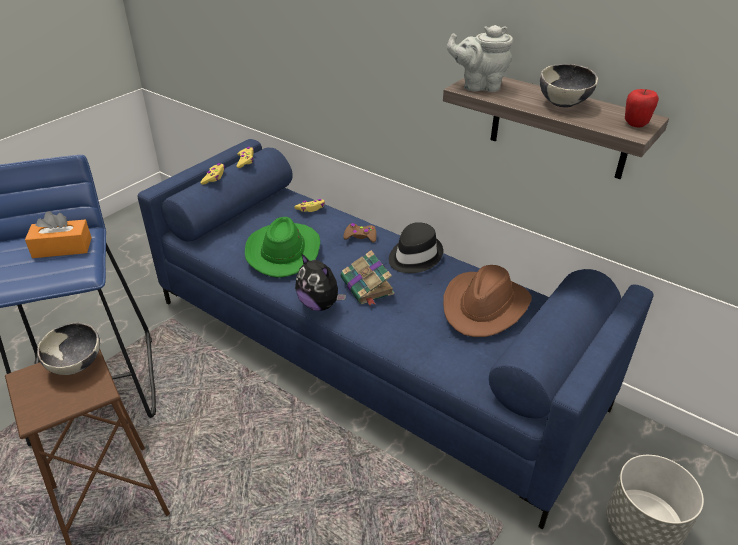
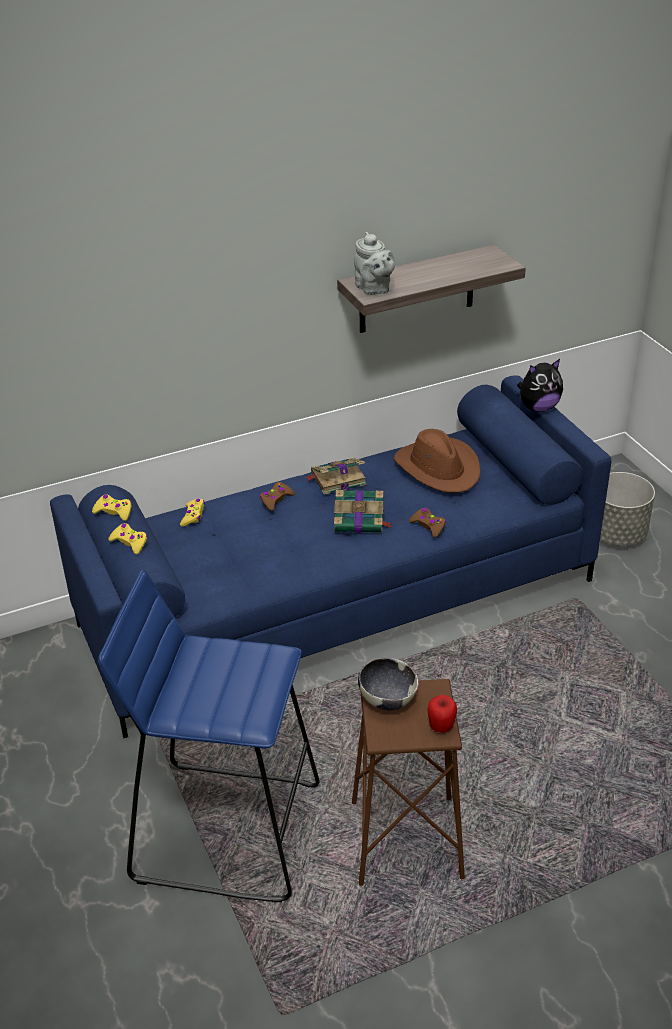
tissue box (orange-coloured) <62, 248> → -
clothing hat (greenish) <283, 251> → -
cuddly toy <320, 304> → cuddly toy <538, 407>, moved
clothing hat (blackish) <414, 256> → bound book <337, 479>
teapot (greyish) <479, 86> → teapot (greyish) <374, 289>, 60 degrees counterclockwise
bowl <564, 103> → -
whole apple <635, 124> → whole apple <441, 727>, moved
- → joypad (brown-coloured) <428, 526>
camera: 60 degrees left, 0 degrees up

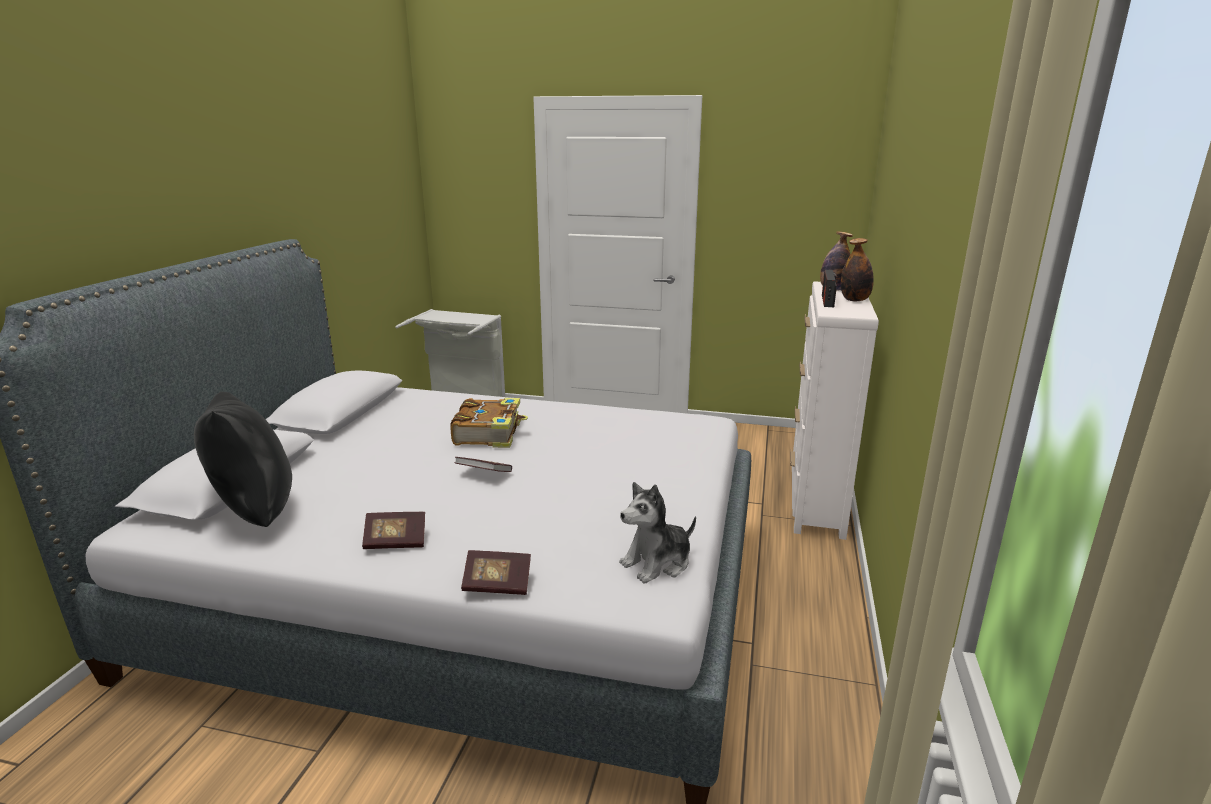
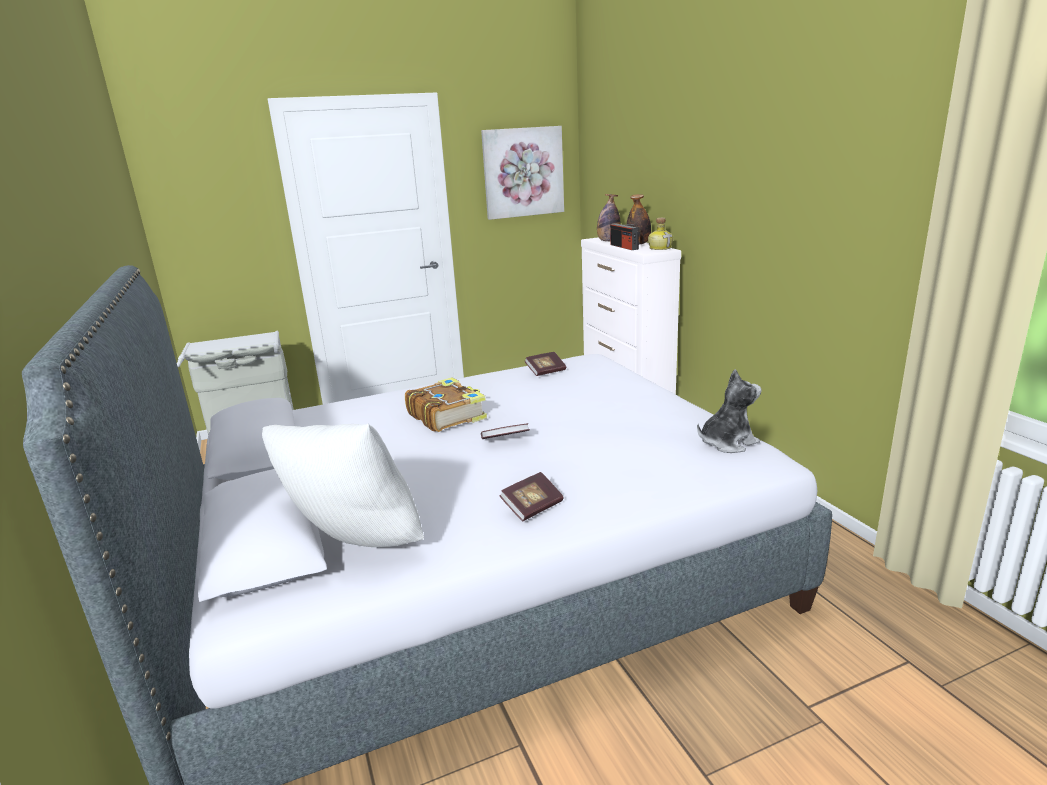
throw pillow (blackish) <253, 514> → throw pillow (white-coloured) <354, 547>
bound book <497, 584> → bound book <546, 371>, moved
cuddly toy <657, 563> → cuddly toy <727, 443>, 135 degrees counterclockwise
- → wall art <523, 172>
- → beverage bottle <660, 248>
camera: 35 degrees left, 0 degrees up

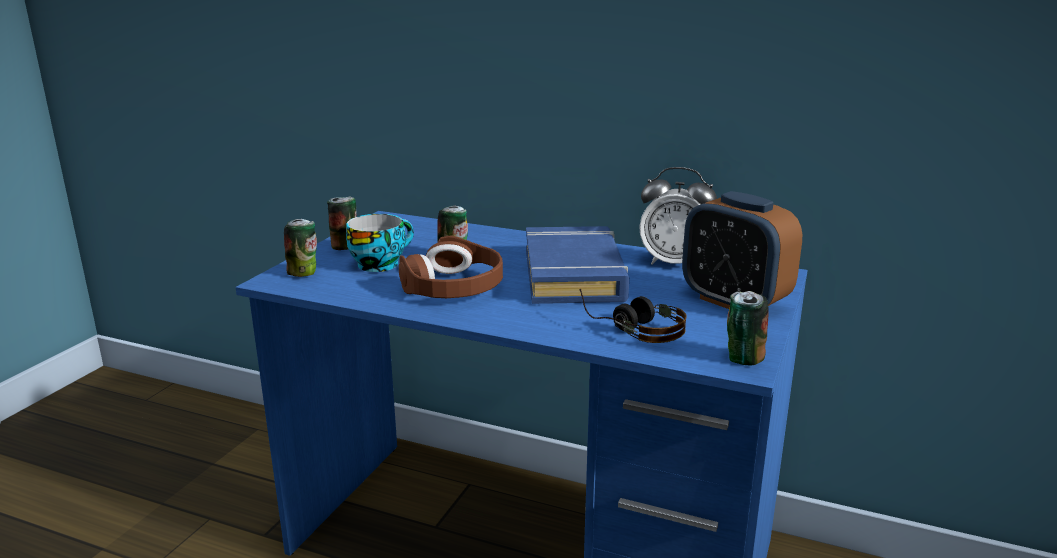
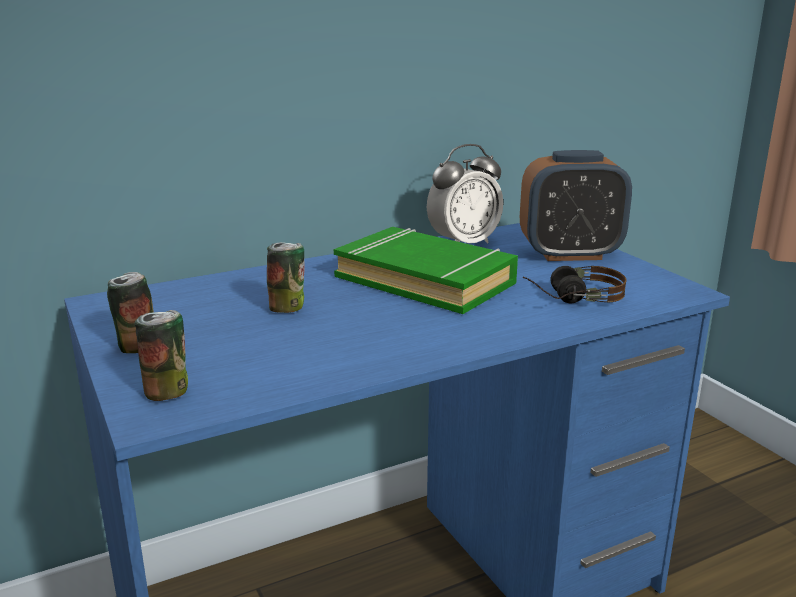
small cup <380, 263> → -
headphones (brown-coloured) <454, 286> → -
bound book (blue) <574, 275> → bound book (greenish) <425, 280>
can <743, 358> → -
camera: 50 degrees left, 0 degrees up

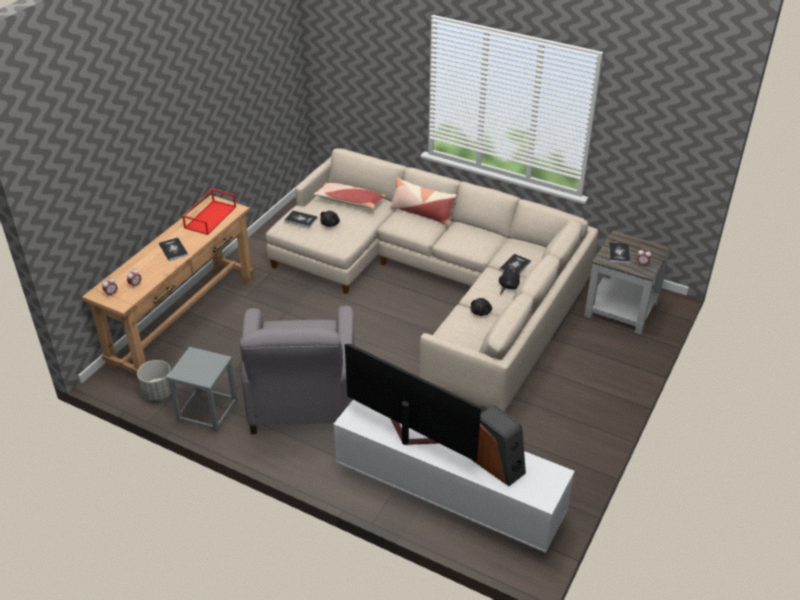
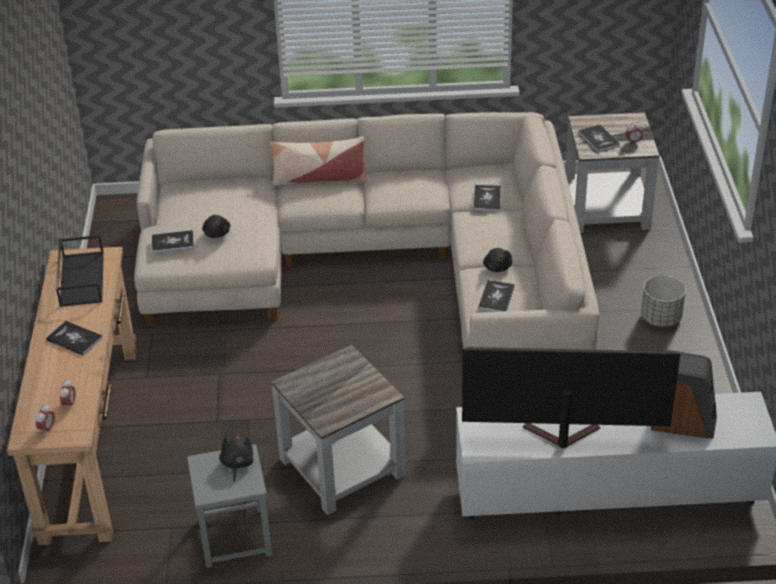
flower pot (greyish) <159, 393> → flower pot (greyish) <661, 318>, moved
serving tray (red) <210, 217> → serving tray (blackish) <81, 278>
easy chair (greyish) <302, 400> → end table (greyish) <342, 468>
throw pillow <349, 202> → -
cuddly toy (blackish) <508, 287> → cuddly toy (blackish) <237, 464>, moved
- → bound book <496, 297>
camera: 30 degrees left, 0 degrees up

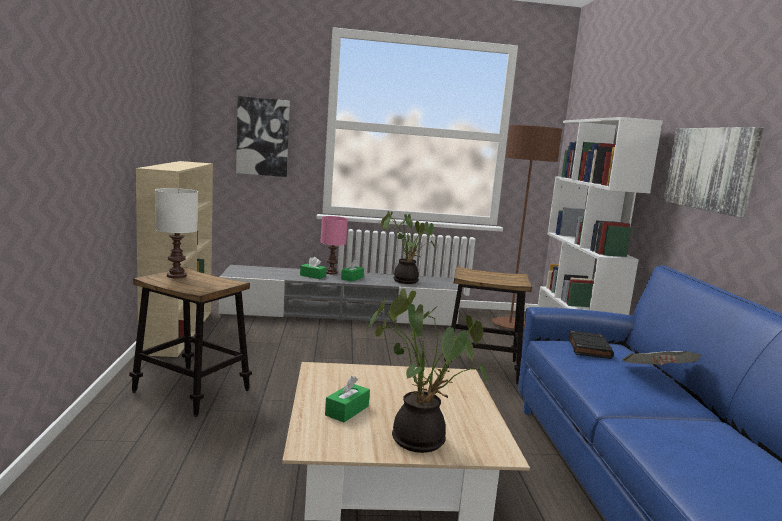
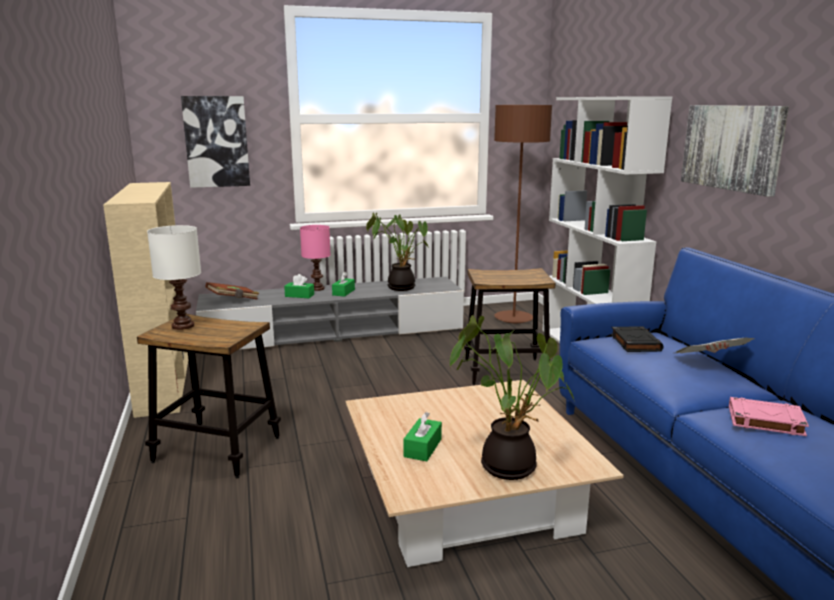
- → bound book (brown-coloured) <233, 300>
- → bound book (pink-coloured) <764, 421>
camera: 10 degrees left, 5 degrees up

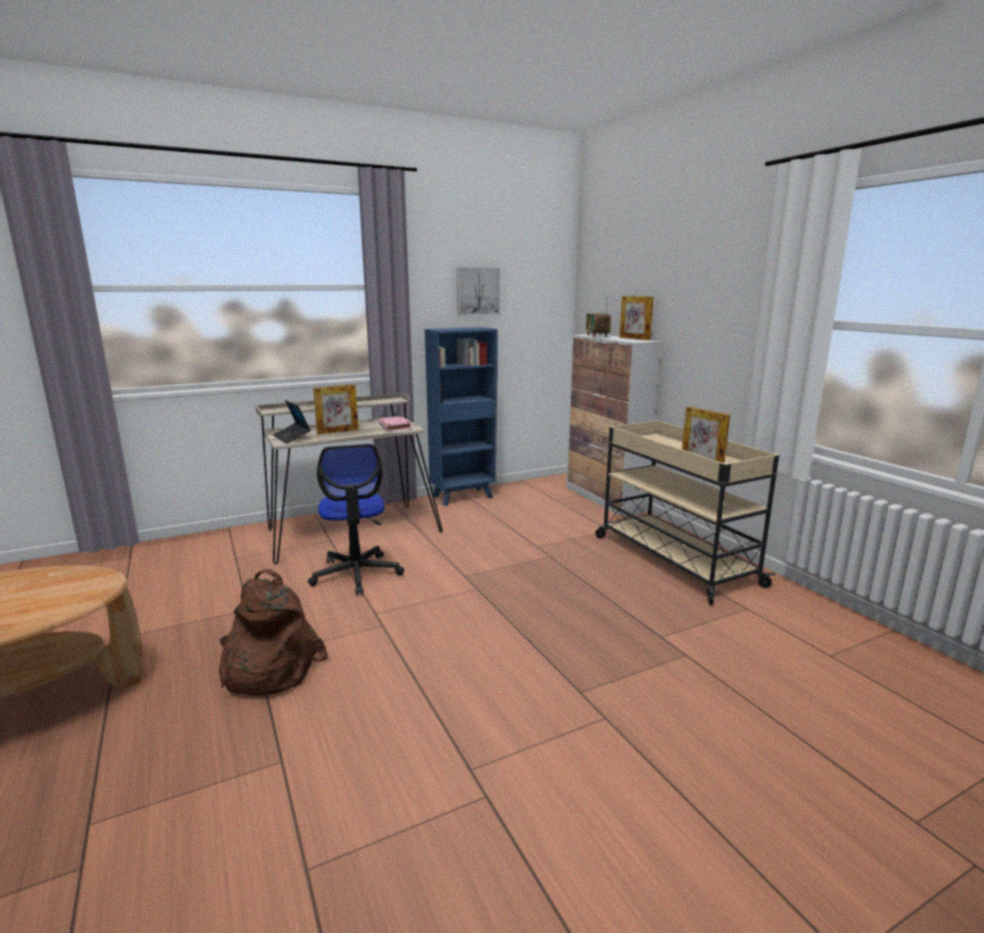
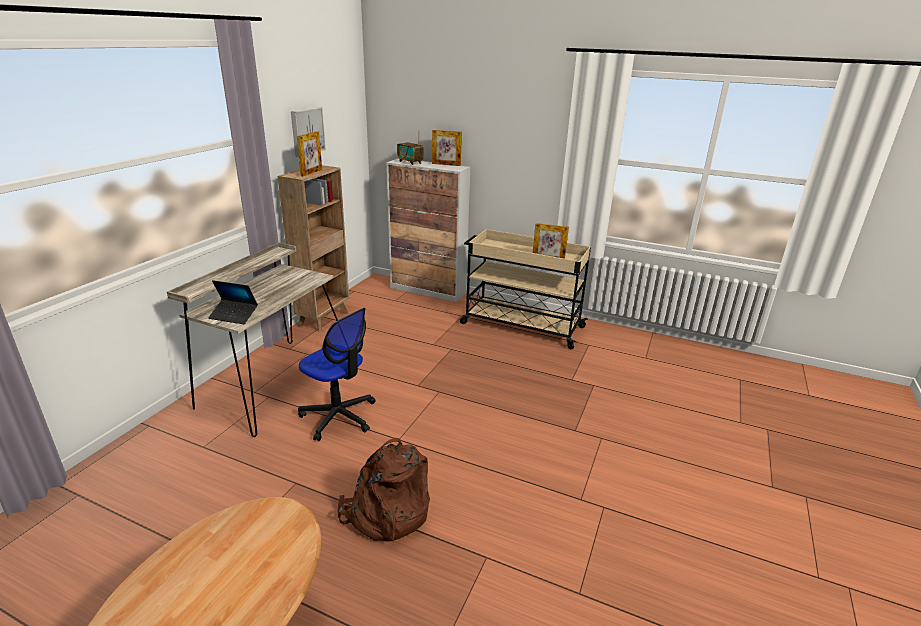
picture frame <338, 431> → picture frame <311, 172>, moved
bound book (pink-coloured) <395, 426> → -
shelving unit (blue) <464, 497> → shelving unit (brown-coloured) <324, 319>
camera: 40 degrees left, 10 degrees up

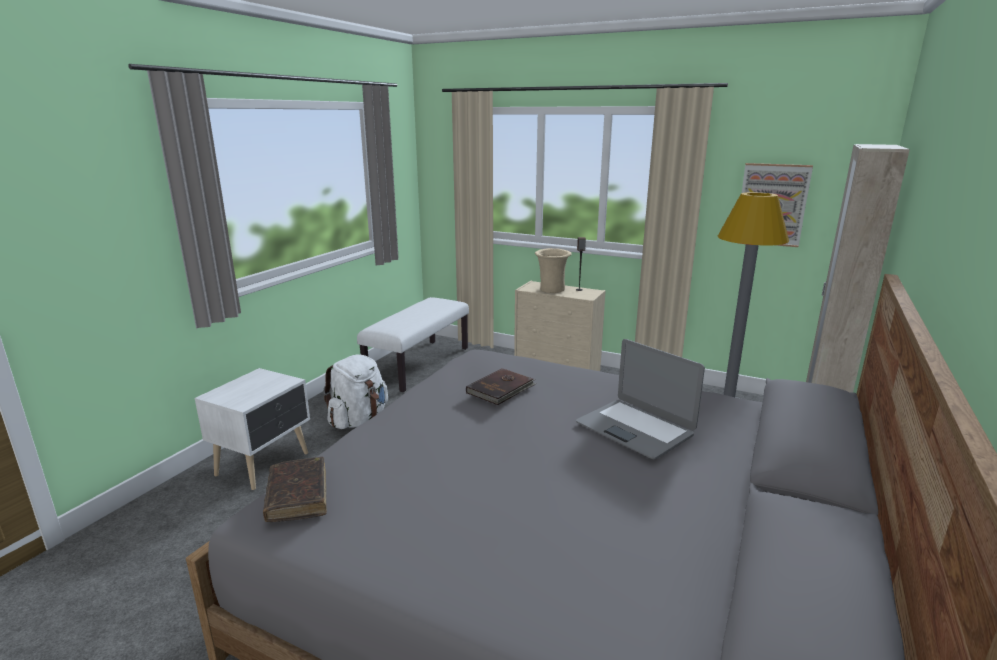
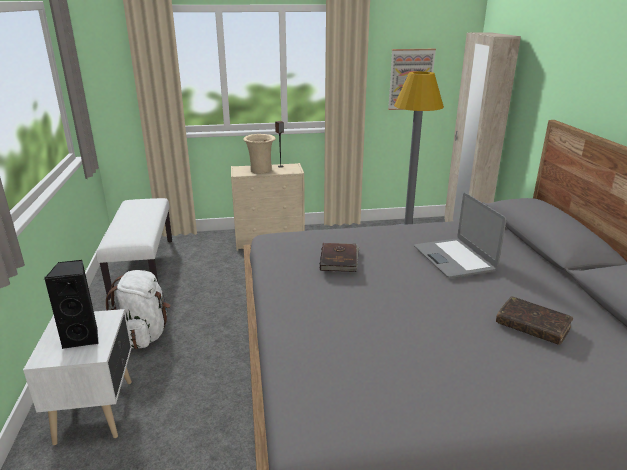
bound book (brown-coloured) <297, 497> → bound book (brown-coloured) <532, 326>, moved
notebook computer <635, 429> → notebook computer <454, 258>, 60 degrees clockwise
- → loudspeaker (blackish) <83, 337>
camera: 35 degrees left, 5 degrees up

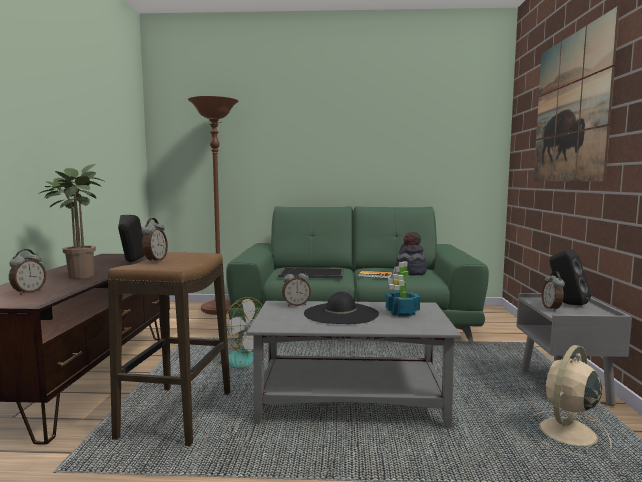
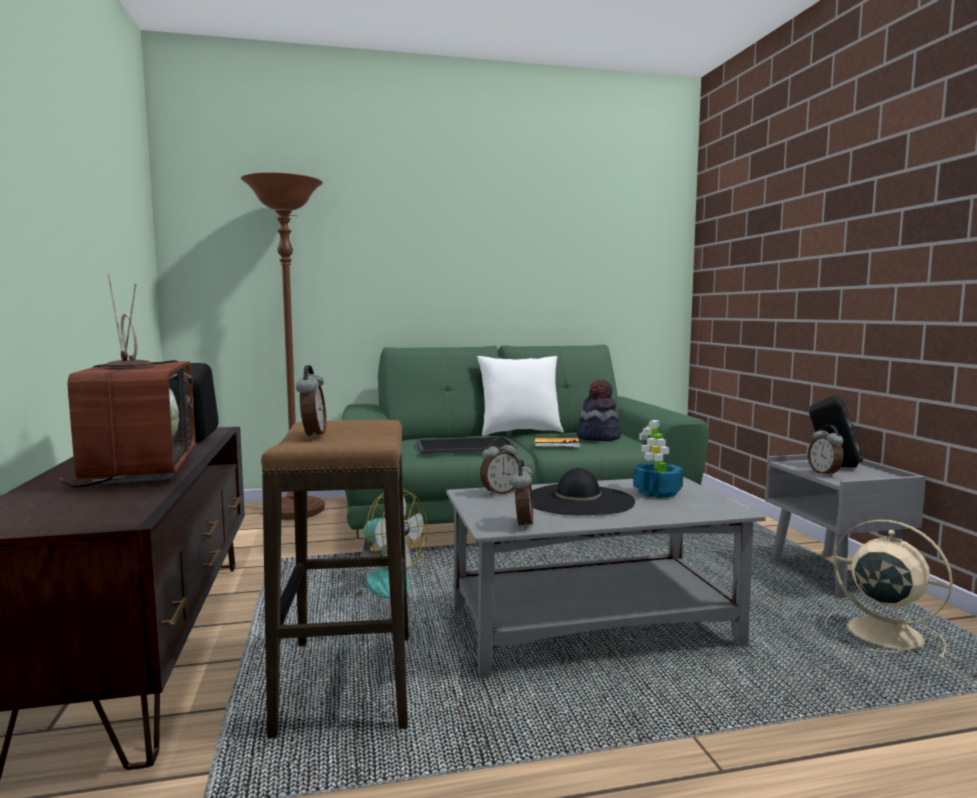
table clock <28, 292> → table clock <522, 524>, moved
houseplant <79, 275> → television <138, 469>
cooling fan (beige-coloured) <566, 433> → cooling fan (beige-coloured) <880, 633>, 105 degrees clockwise
wall art <571, 109> → -
- → throw pillow (white-coloured) <519, 432>
camera: 15 degrees left, 0 degrees up

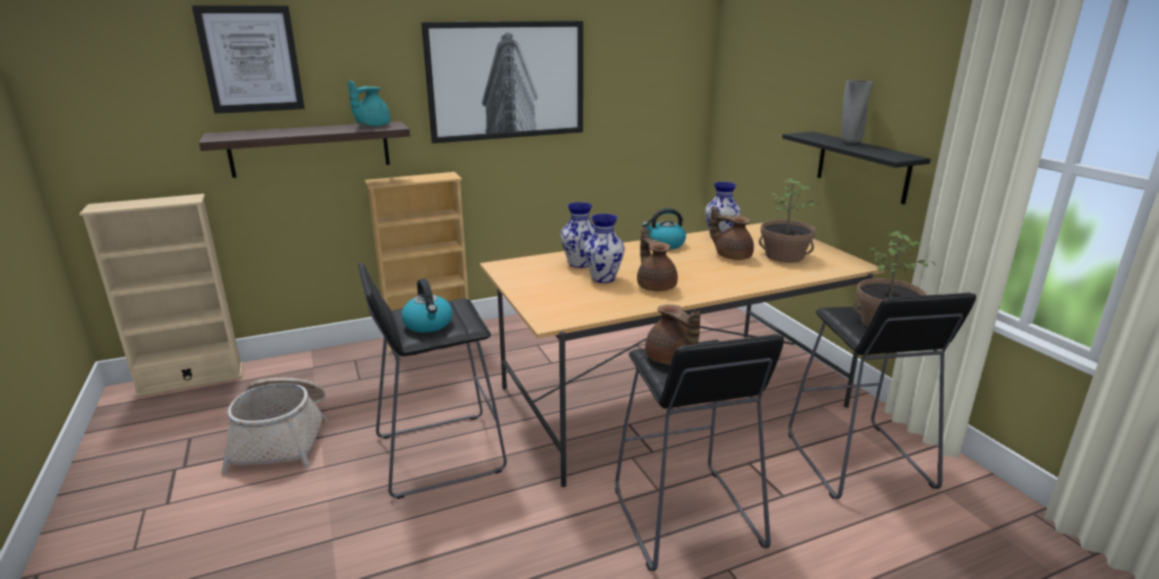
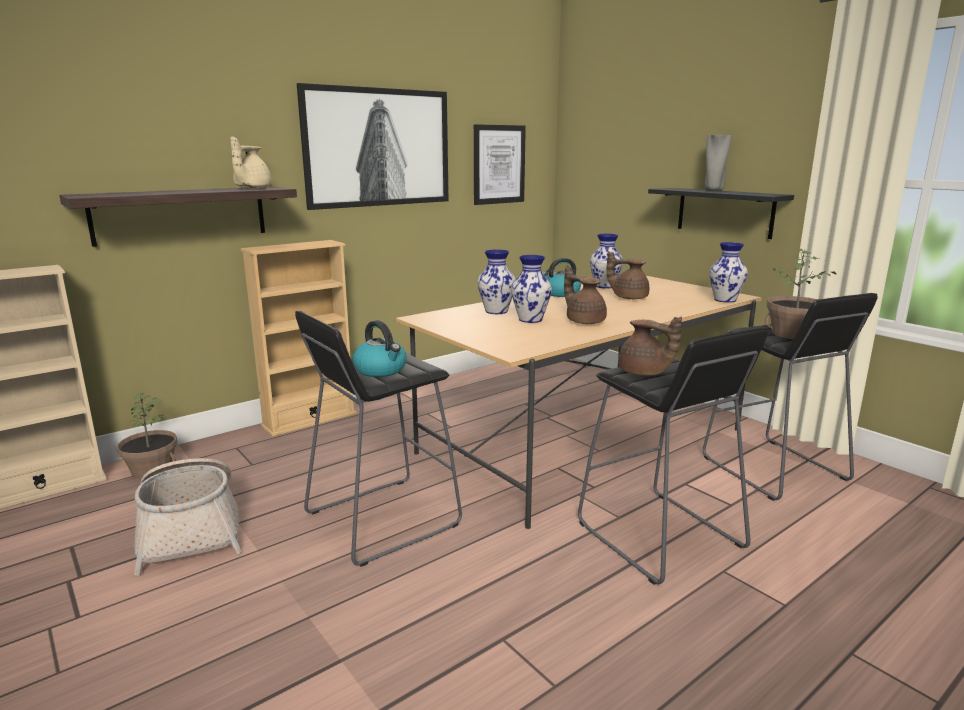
wall art <251, 59> → wall art <499, 164>, moved
teapot (turquoise-coloured) <371, 126> → teapot (beige-coloured) <251, 188>
houseplant <784, 256> → houseplant <151, 469>, moved
- → decorative vase <724, 300>
camera: 15 degrees left, 5 degrees down

